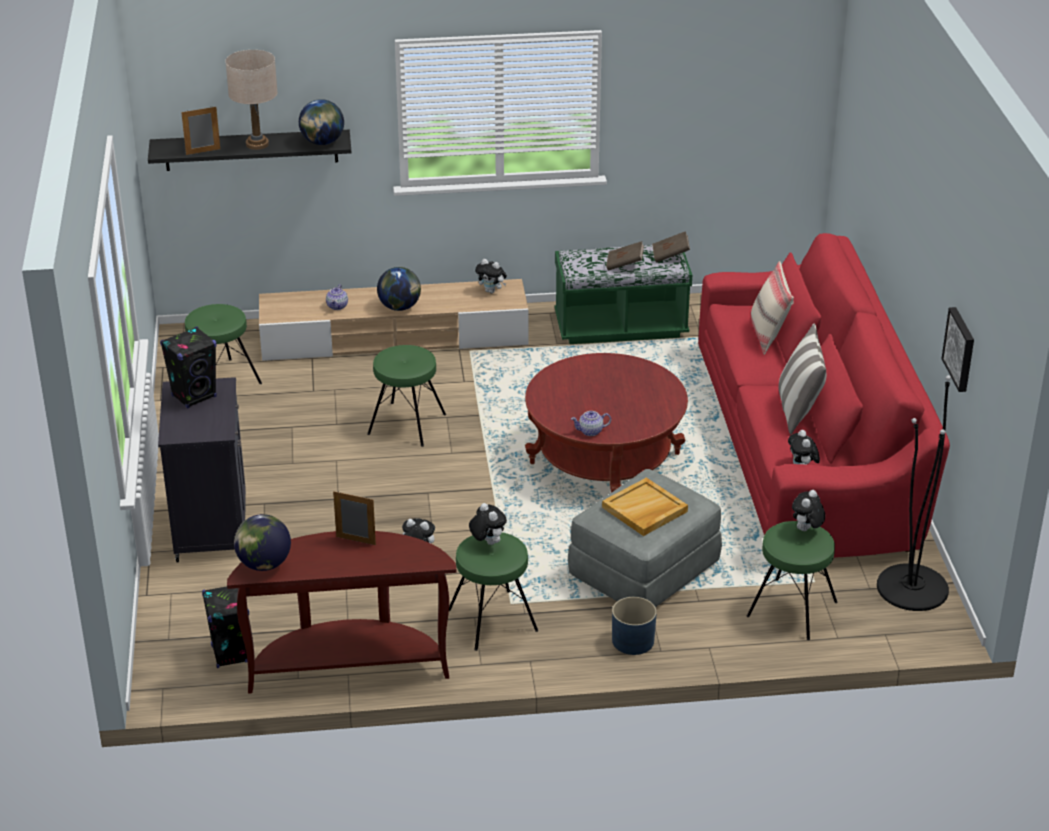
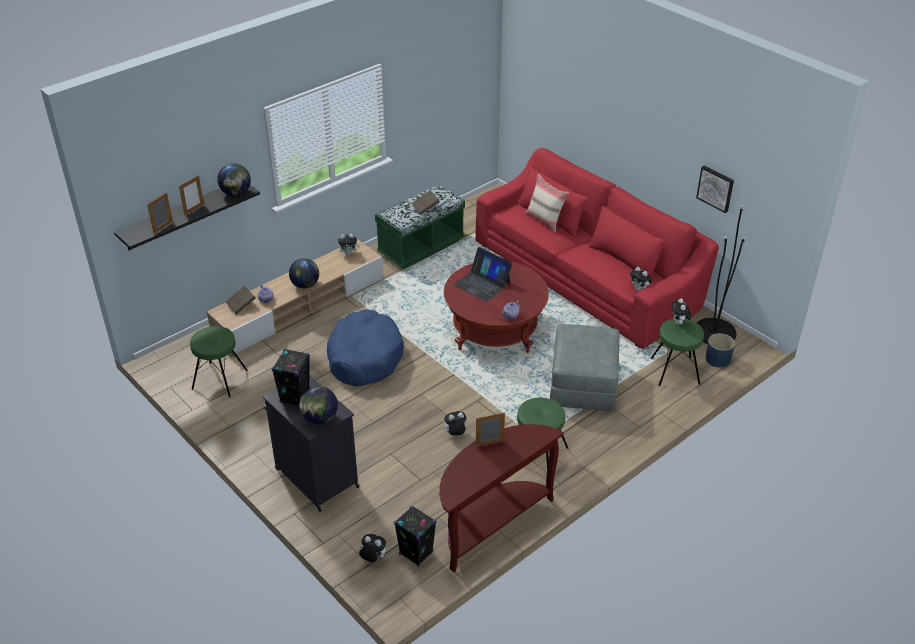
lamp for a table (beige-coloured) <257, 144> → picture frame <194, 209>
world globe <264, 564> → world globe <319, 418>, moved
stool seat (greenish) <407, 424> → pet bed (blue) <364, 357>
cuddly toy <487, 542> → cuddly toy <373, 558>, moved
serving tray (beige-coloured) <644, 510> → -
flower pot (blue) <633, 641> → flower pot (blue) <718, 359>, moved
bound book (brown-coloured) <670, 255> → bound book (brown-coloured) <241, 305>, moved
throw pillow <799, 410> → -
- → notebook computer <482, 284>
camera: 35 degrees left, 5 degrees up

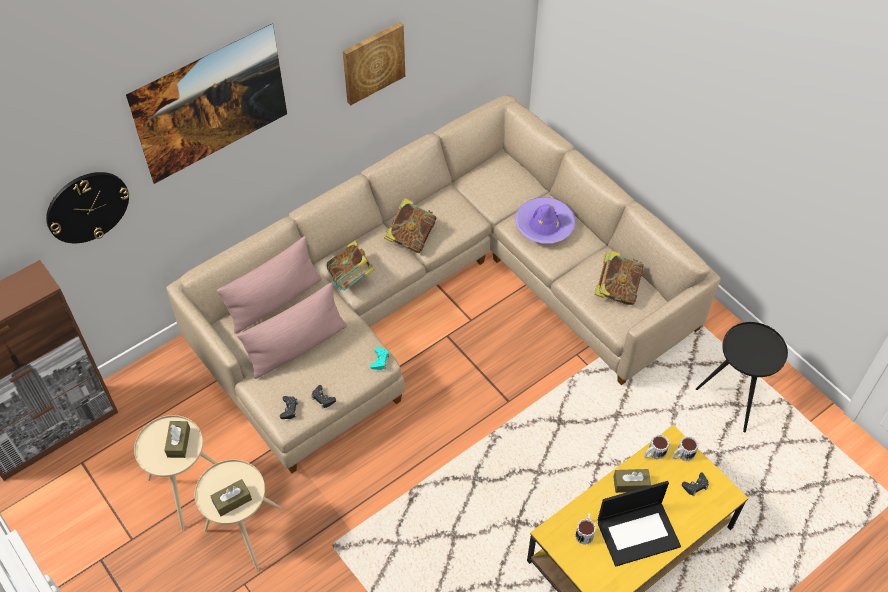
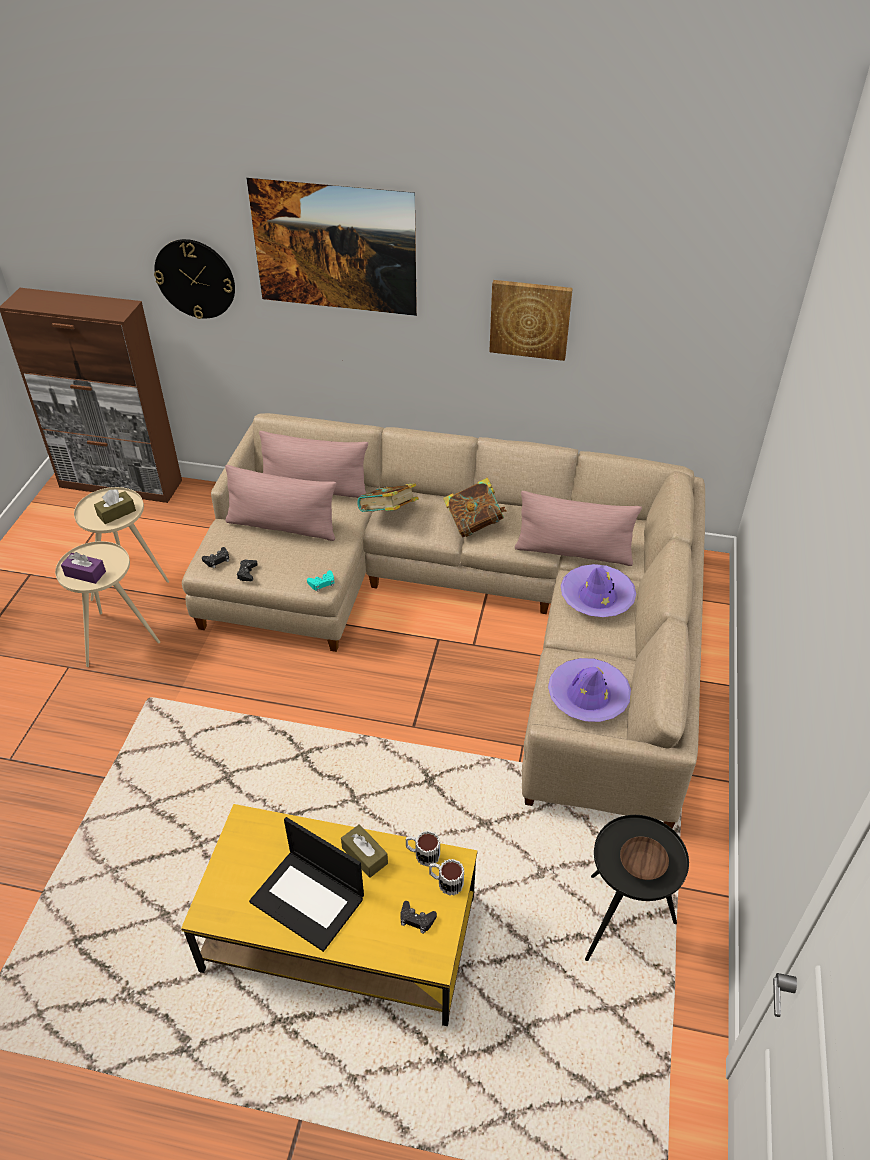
tissue box (brown-coloured) <232, 501> → tissue box (purple) <85, 573>
coffee mug <585, 532> → -
bound book <617, 289> → clothing hat (purple) <588, 696>
- → throw pillow (pink-coloured) <573, 552>
- → bowl (brown-coloured) <642, 865>
camera: 50 degrees right, 10 degrees down

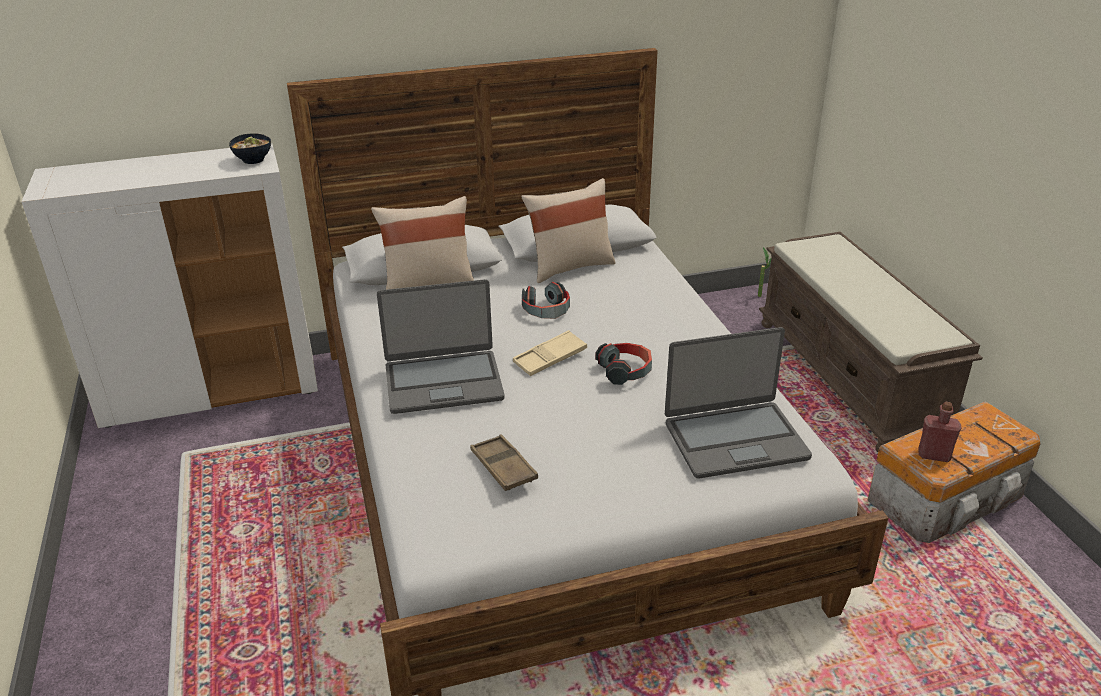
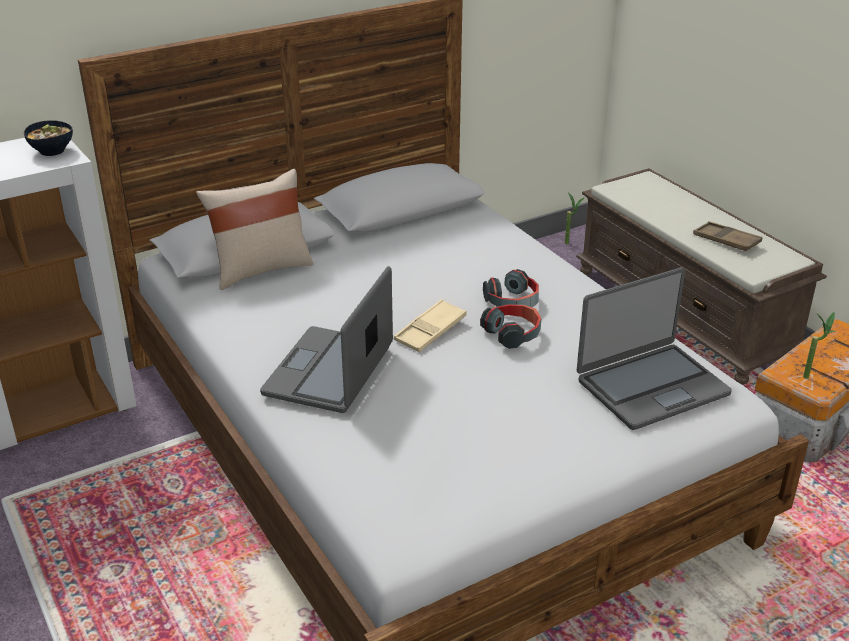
notebook computer <443, 382> → notebook computer <330, 371>, 135 degrees clockwise
serving tray (brown-coloured) <503, 467> → serving tray (brown-coloured) <726, 241>, moved
throw pillow (beige-coloured) <569, 266> → -
headphones <546, 310> → headphones <513, 302>, moved
beverage bottle (red) <934, 455> → houseplant <811, 376>
camera: 15 degrees left, 0 degrees up

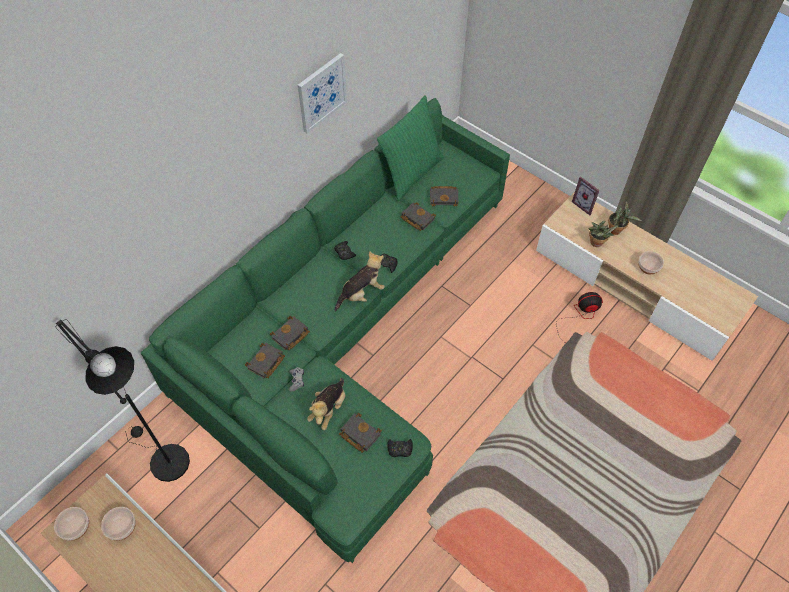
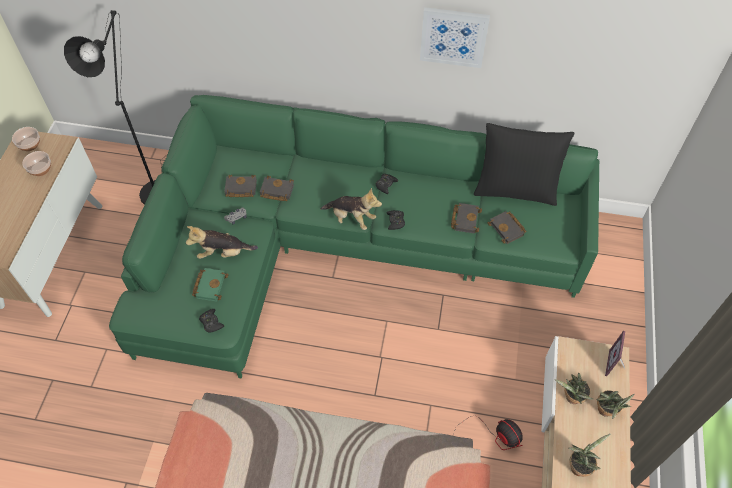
bound book (blackish) <358, 434> → bound book (greenish) <209, 285>
throw pillow (greenish) <411, 173> → throw pillow (blackish) <515, 189>
bowl <648, 268> → houseplant <579, 466>
camera: 60 degrees right, 0 degrees up

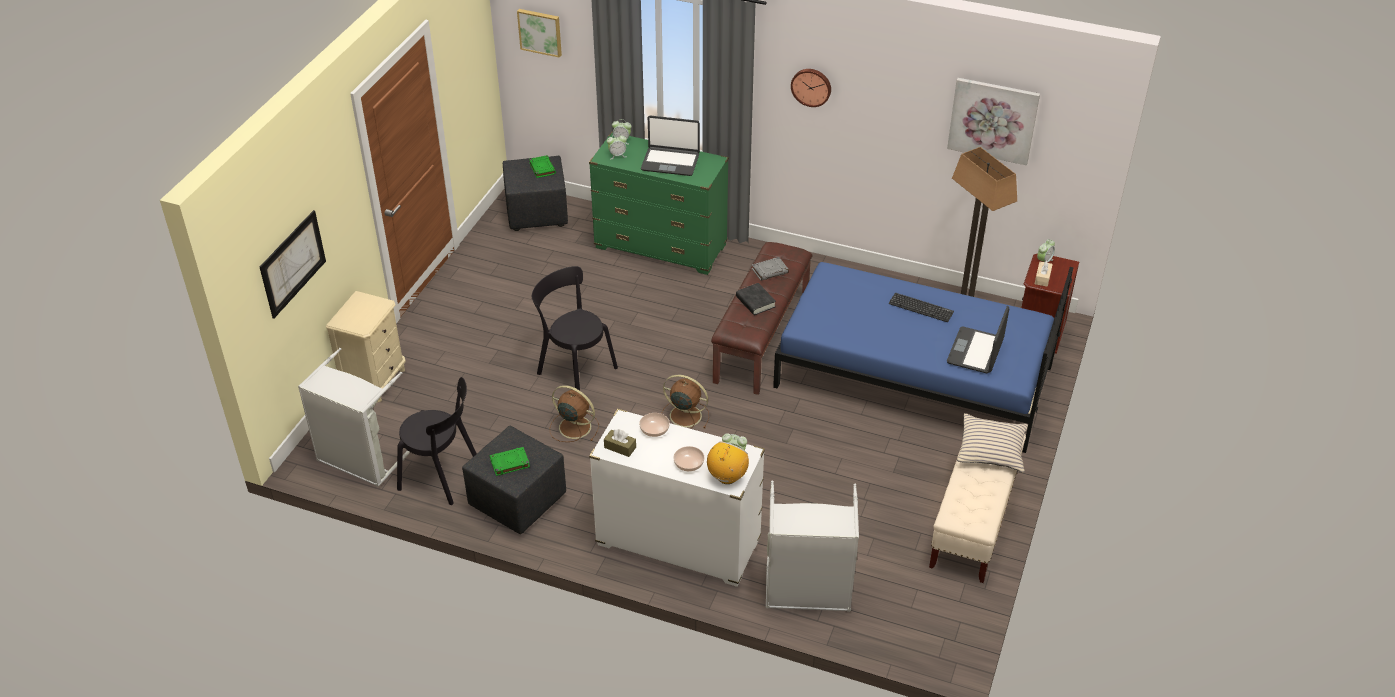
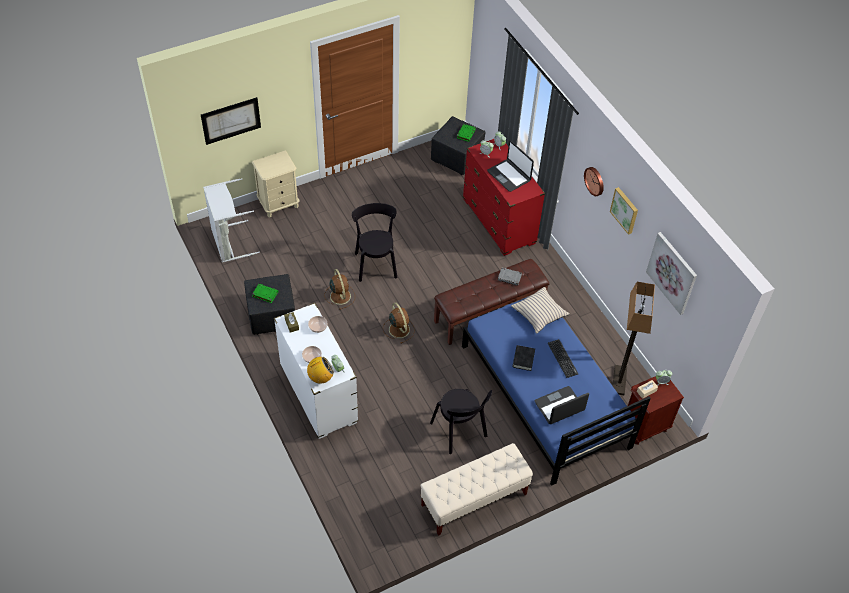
chair (blackish) <442, 476> → chair (blackish) <459, 431>, moved
wall art <540, 32> → wall art <625, 210>, moved
drawer chest (greenish) <661, 247> → drawer chest (red) <499, 222>
bound book (blackish) <755, 302> → bound book (blackish) <523, 359>, moved
laundry basket (greyish) <807, 592> → -
throw pillow (beige-coloured) <991, 449> → throw pillow (beige-coloured) <539, 313>, moved
camera: 40 degrees right, 10 degrees up

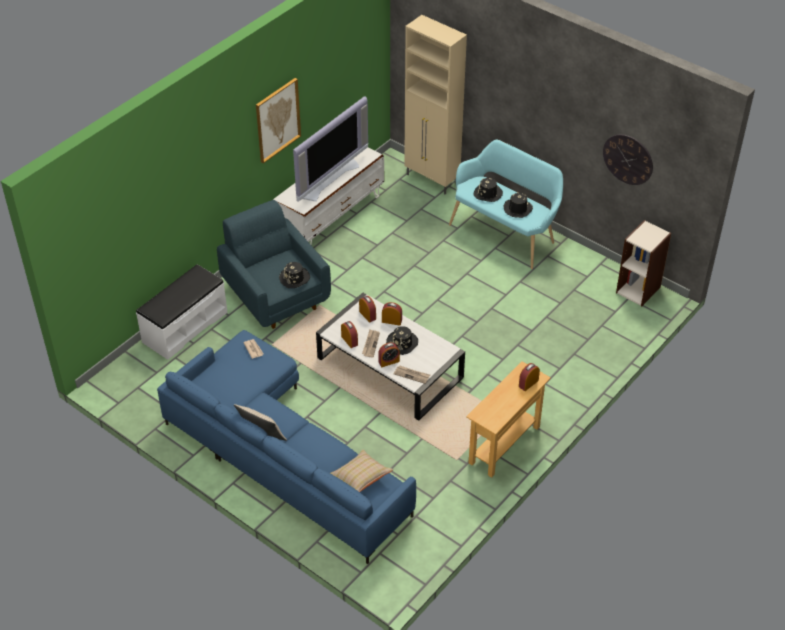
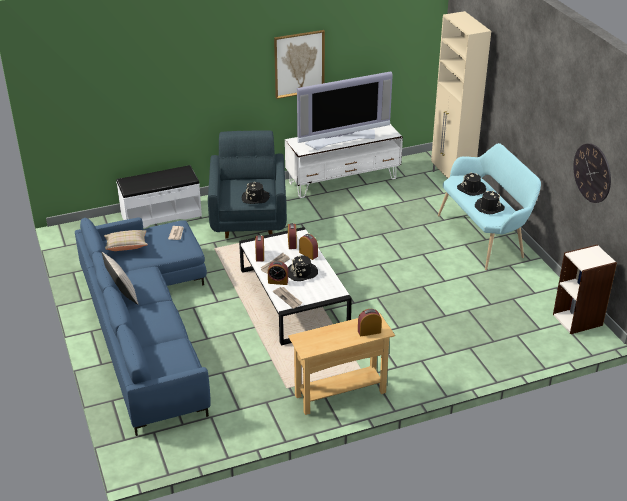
throw pillow (beige-coloured) <360, 478> → throw pillow (beige-coloured) <126, 247>, moved
camera: 30 degrees right, 10 degrees down

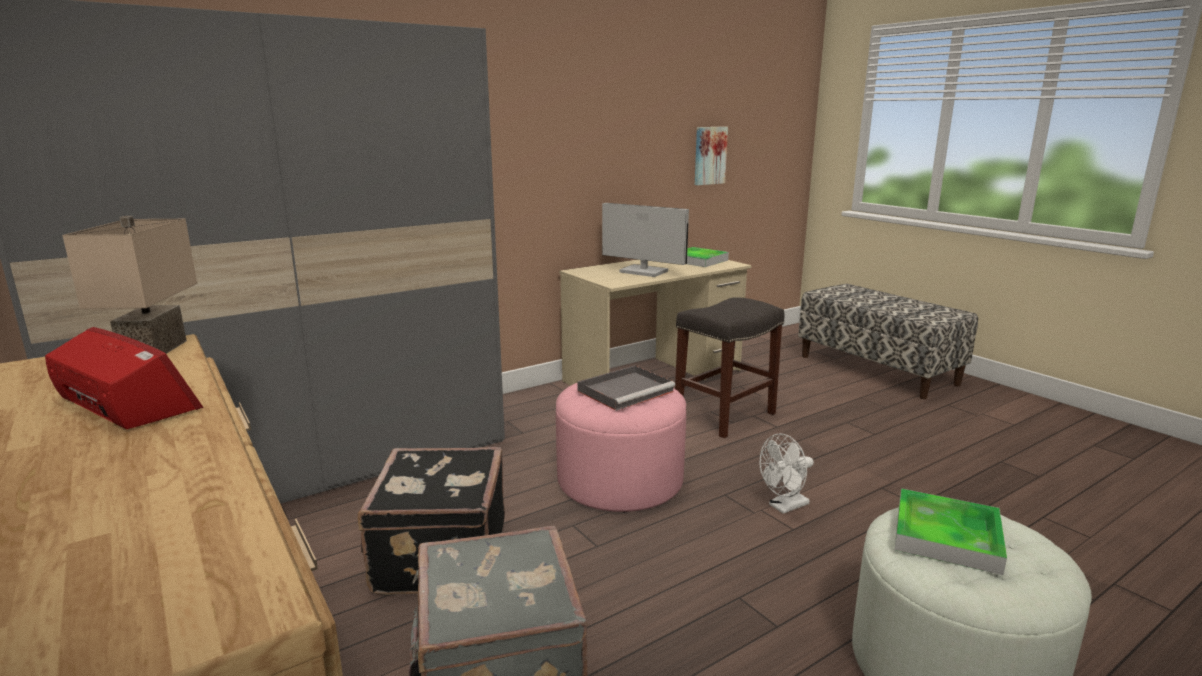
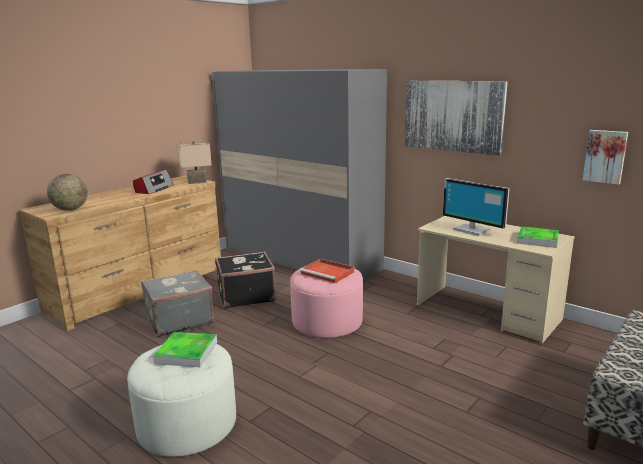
serving tray (greyish) <626, 391> → serving tray (red) <328, 273>
computer display <642, 272> → computer display <472, 230>, 120 degrees clockwise
stool seat (greyish) <724, 416> → -
cooling fan (white-coloured) <784, 507> → -
- → world globe <70, 209>
- → wall art <453, 116>
camera: 75 degrees right, 0 degrees up

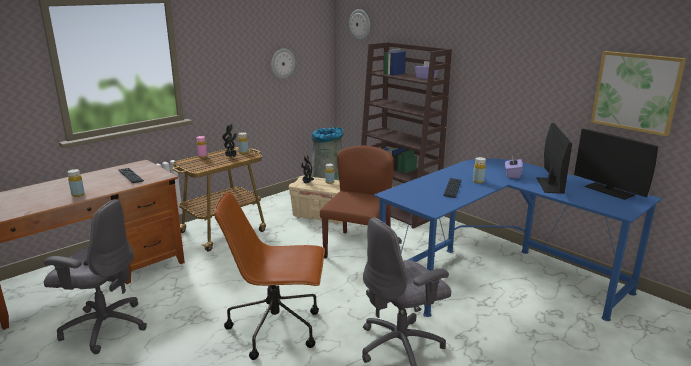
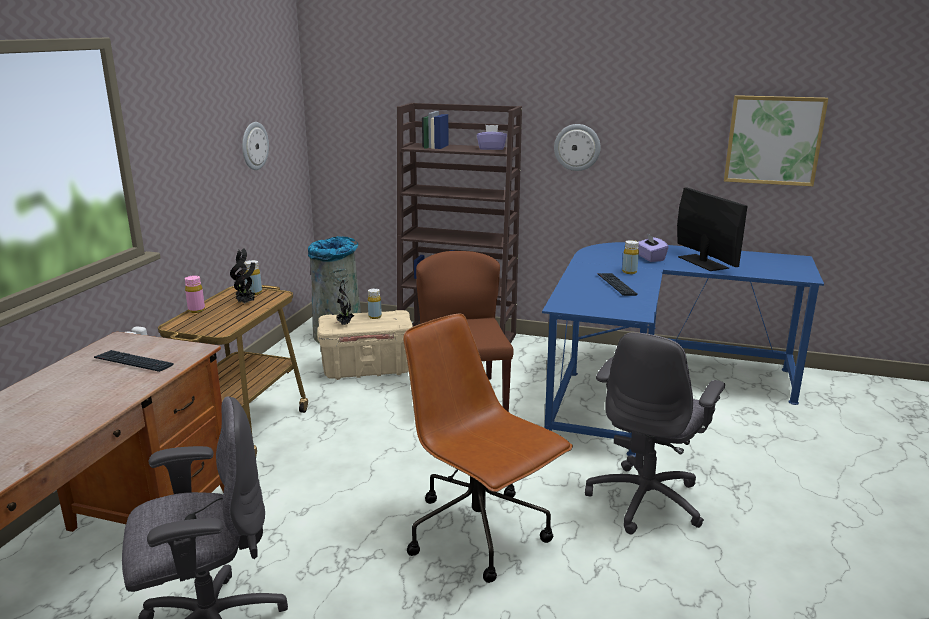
beverage bottle (yellowish) <78, 195> → -
computer chair (brown-coloured) <277, 328> → computer chair (brown-coloured) <480, 533>, 75 degrees clockwise
clock on the wall <360, 24> → clock on the wall <577, 147>, moved
computer display <609, 191> → -
camera: 30 degrees left, 0 degrees up

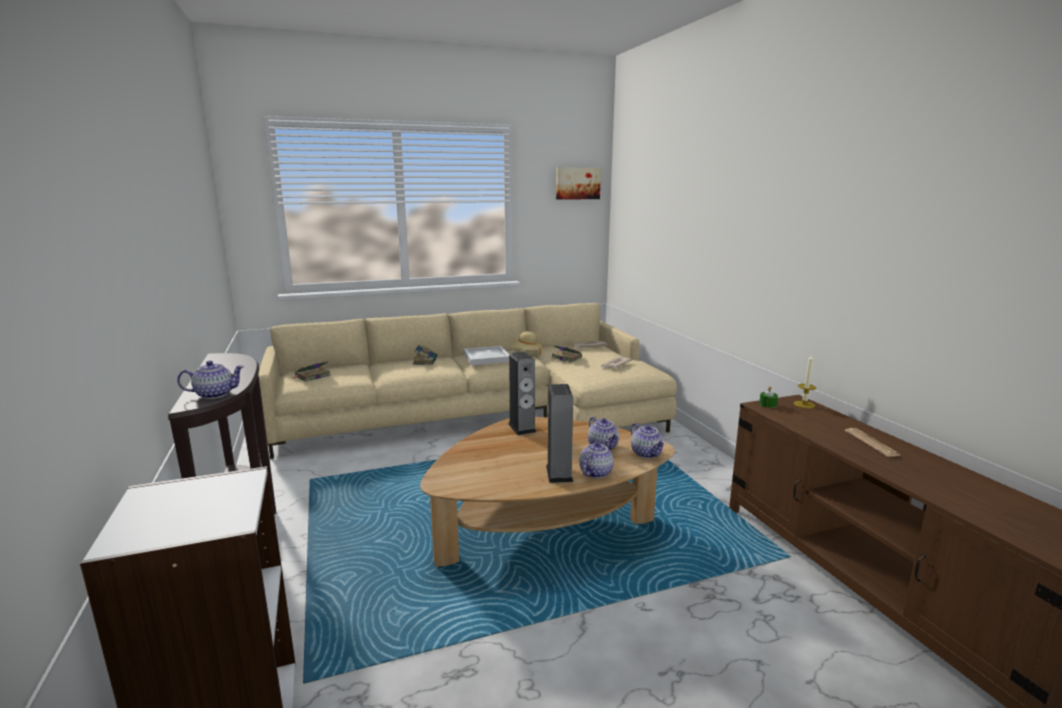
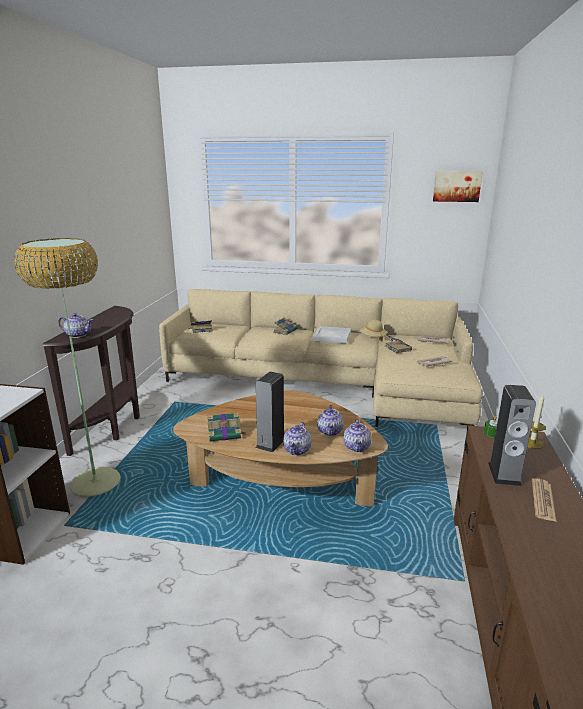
loudspeaker <522, 427> → loudspeaker <504, 474>, moved
teapot <595, 472> → teapot <297, 450>, 135 degrees clockwise
- → standing lamp <96, 482>
- → bound book <225, 434>
camera: 30 degrees right, 5 degrees up

